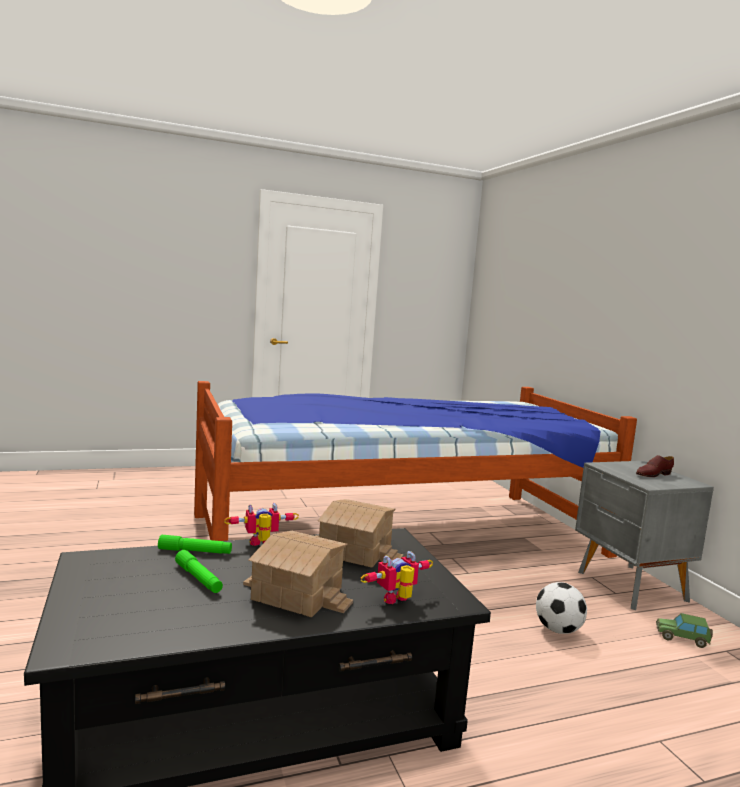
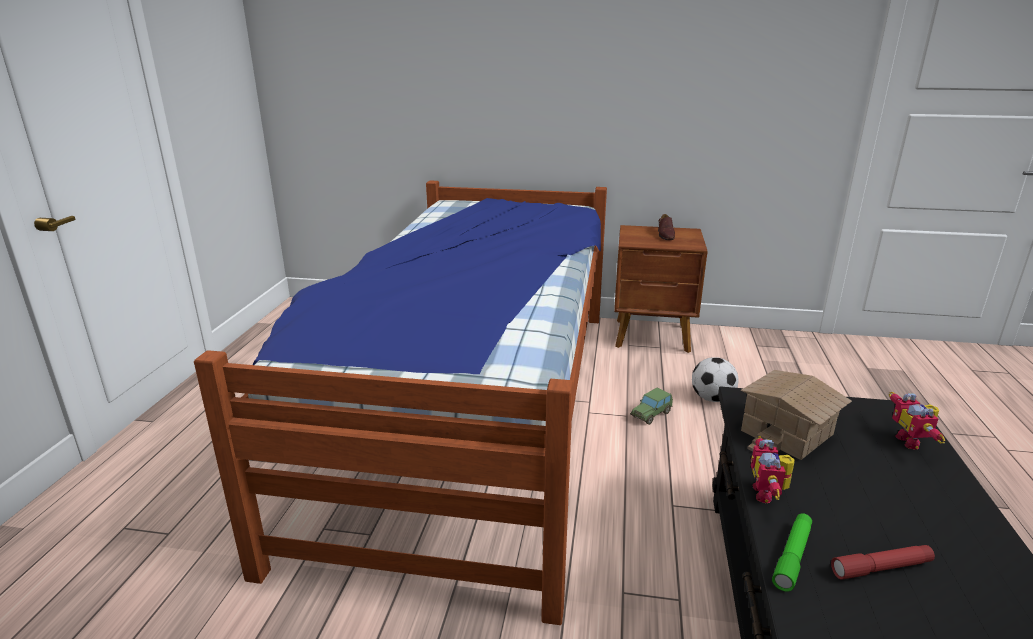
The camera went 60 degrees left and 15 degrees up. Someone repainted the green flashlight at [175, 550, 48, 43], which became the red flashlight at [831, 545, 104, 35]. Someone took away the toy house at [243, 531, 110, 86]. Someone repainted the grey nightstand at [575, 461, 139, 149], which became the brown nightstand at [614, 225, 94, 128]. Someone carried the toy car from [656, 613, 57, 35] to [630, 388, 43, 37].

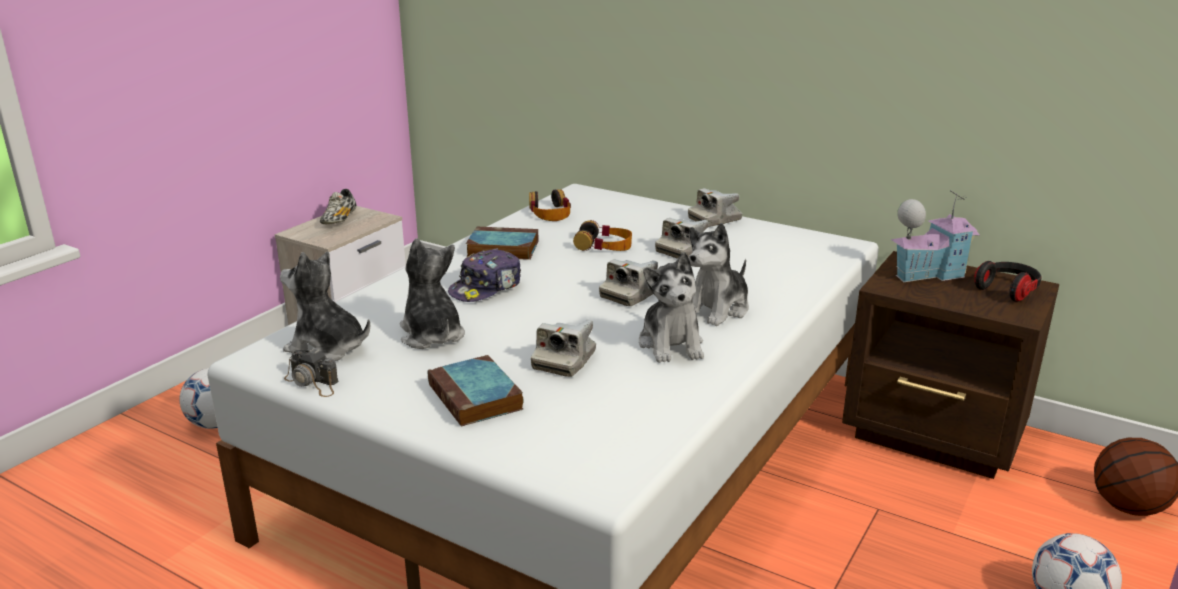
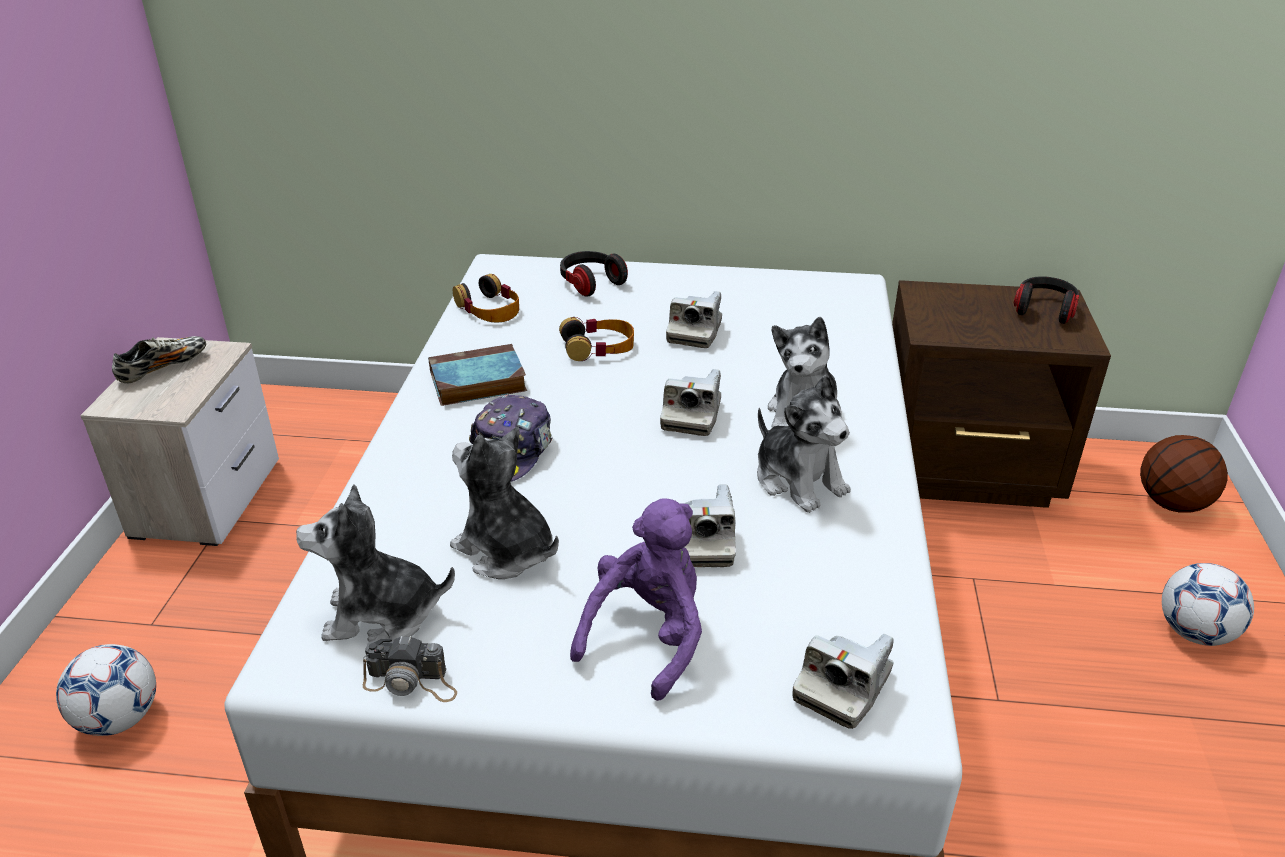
The camera went 25 degrees left and 10 degrees up. Someone rotated the shoe at [320, 189, 37, 35] by 120 degrees counterclockwise. Someone swapped the book at [428, 355, 96, 71] for the purple plush toy at [570, 498, 132, 203]. Someone carried the photo camera from [688, 188, 55, 39] to [792, 634, 102, 95]. Someone took away the toy house at [890, 190, 90, 92]. Someone put down the headphones at [560, 251, 68, 46].

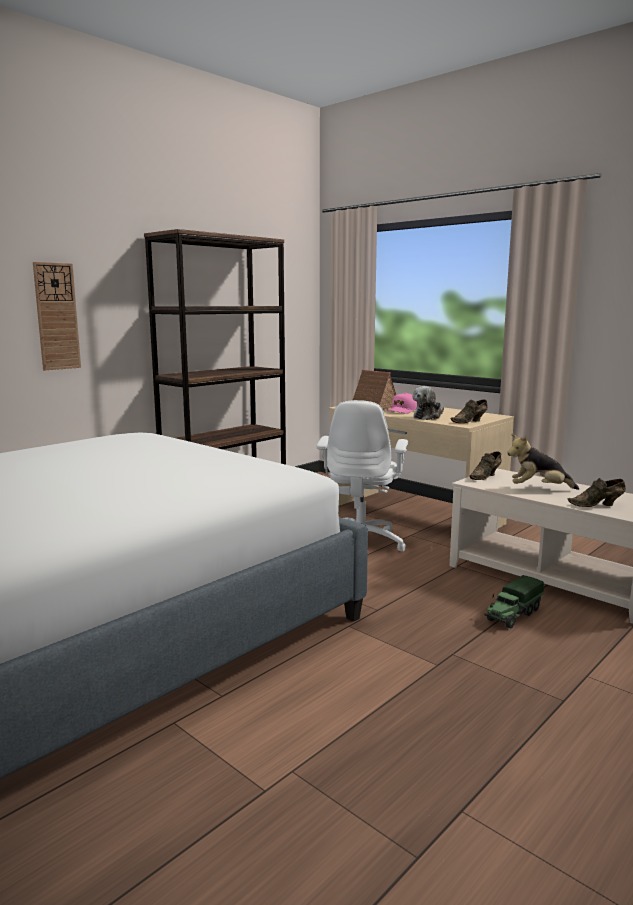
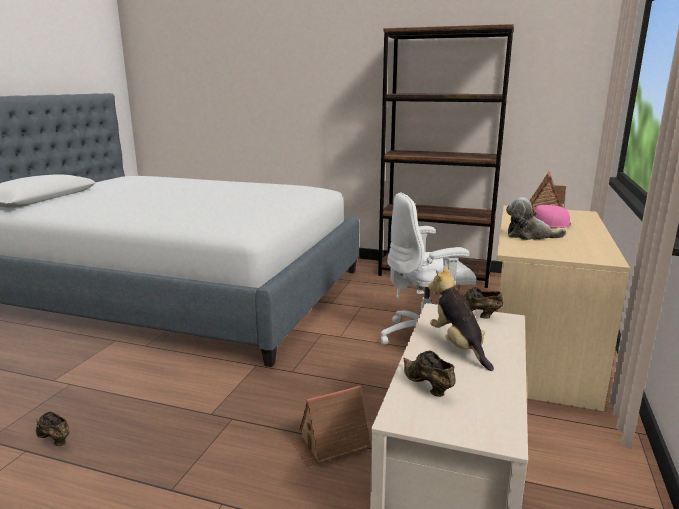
The camera went 65 degrees right and 5 degrees up. Someone took away the wall clock at [33, 262, 48, 108]. Someone carried the brown shoe from [451, 399, 37, 24] to [36, 412, 34, 34]. Someone swapped the toy truck at [485, 575, 59, 53] for the toy house at [291, 385, 80, 82].

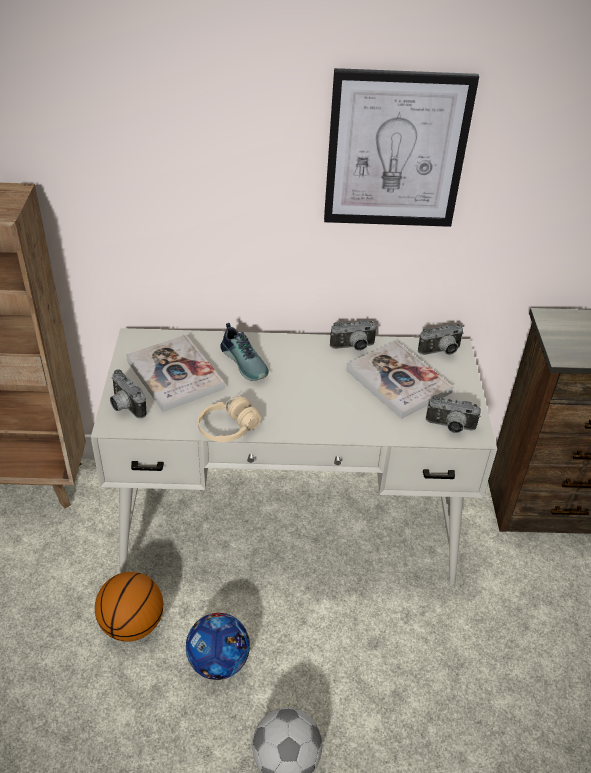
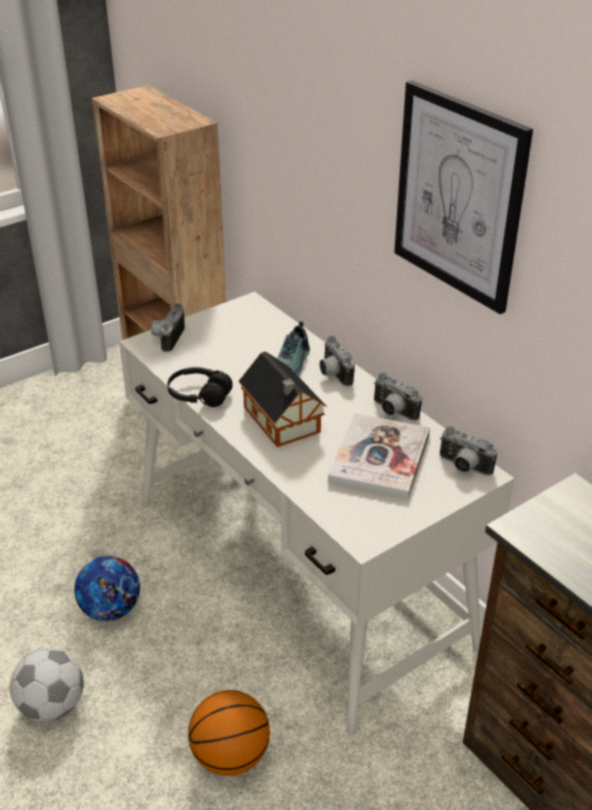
The camera went 55 degrees right and 5 degrees down. Someone carried the basketball from [95, 572, 68, 70] to [188, 690, 82, 86]. Someone took away the book at [126, 335, 99, 77]. Someone repainted the beige headphones at [198, 396, 63, 46], which became the black headphones at [167, 367, 66, 40]. Someone carried the photo camera from [426, 395, 55, 38] to [320, 336, 35, 50]. Someone put down the toy house at [239, 351, 88, 96].

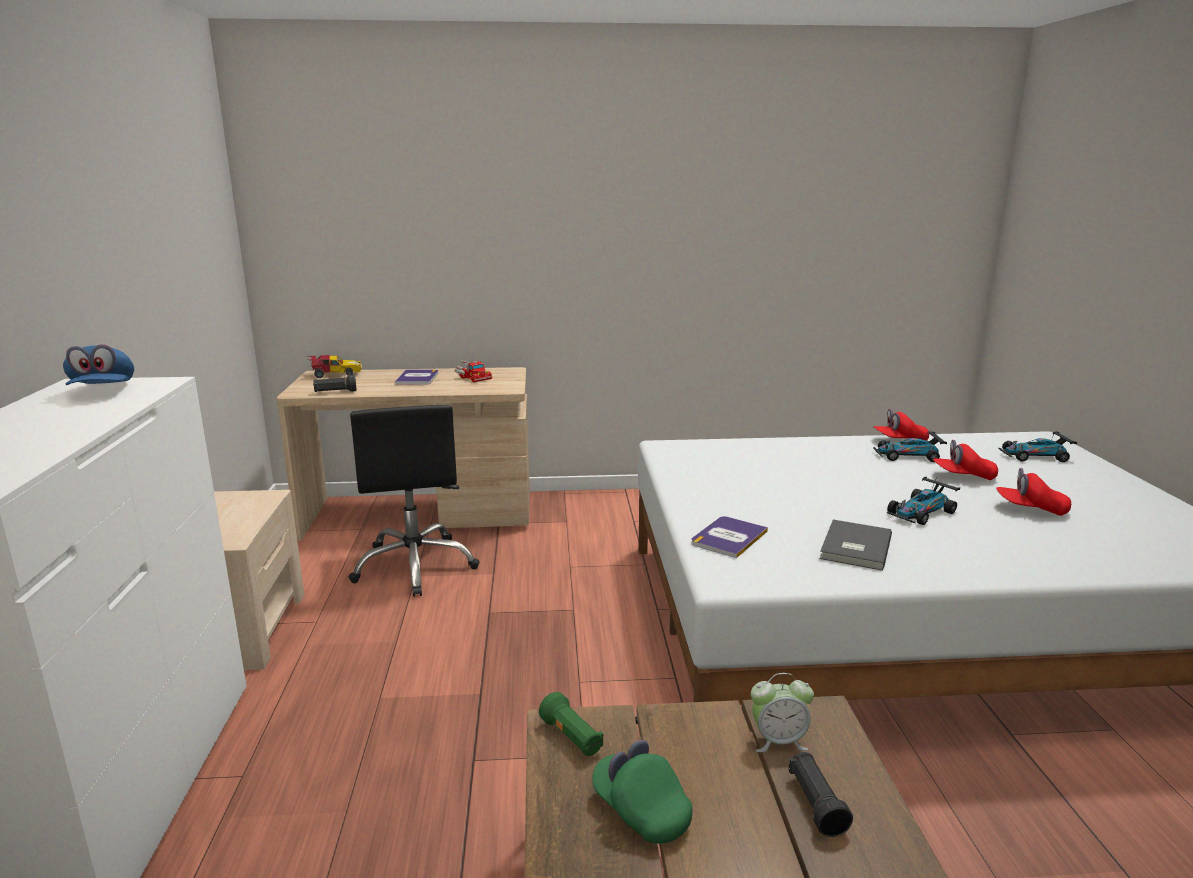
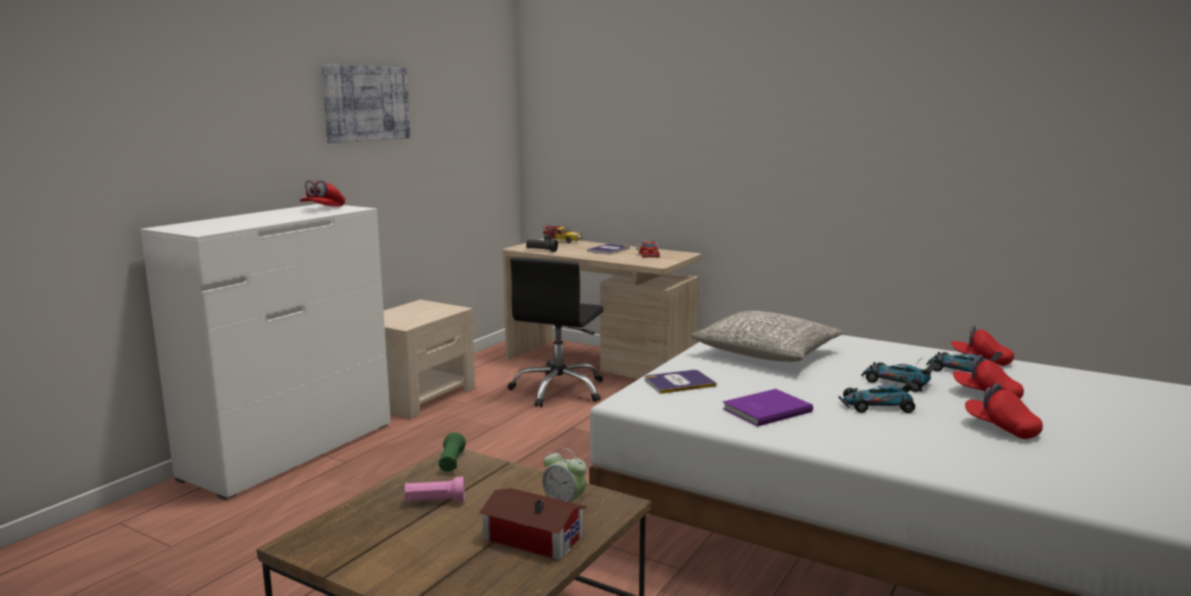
The camera went 35 degrees right and 5 degrees down. Someone repainted the blue cap at [63, 344, 71, 41], which became the red cap at [300, 180, 45, 26]. Someone swapped the green cap at [592, 740, 100, 104] for the pink flashlight at [404, 477, 61, 25]. Someone swapped the black flashlight at [788, 752, 65, 85] for the toy house at [479, 488, 108, 72]. Someone repainted the grey book at [820, 519, 72, 52], which became the purple book at [722, 389, 91, 37]. Someone carried the toy car from [998, 431, 79, 31] to [861, 358, 77, 34]. Someone put up the picture at [321, 64, 89, 79]. Someone put down the grey pillow at [692, 311, 152, 51].

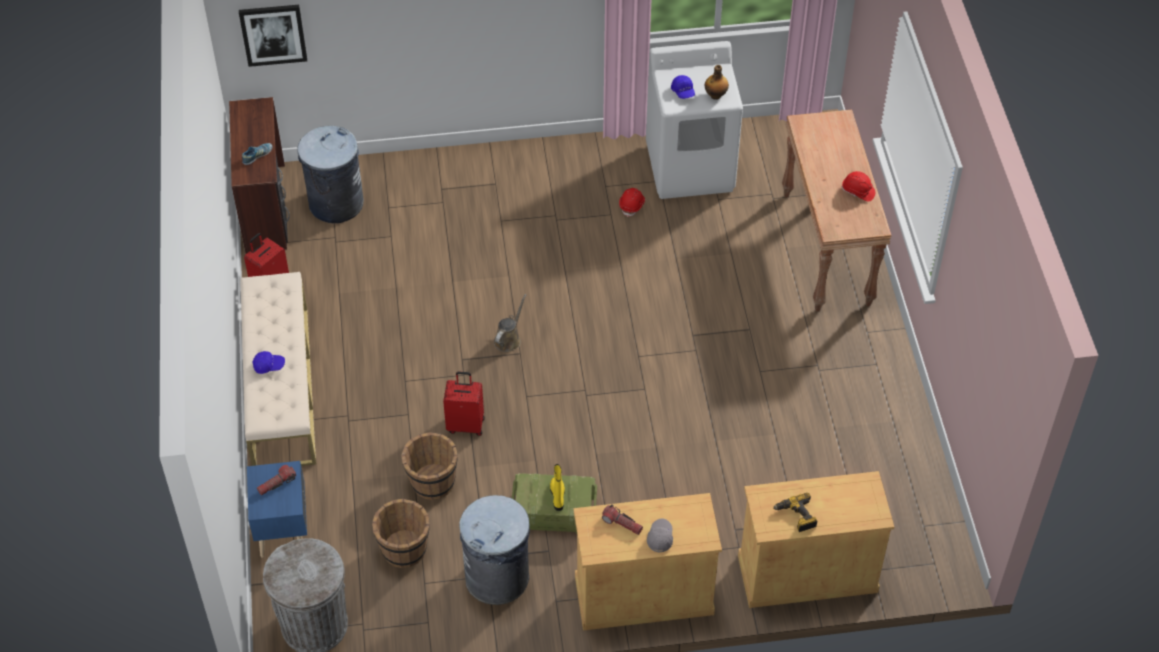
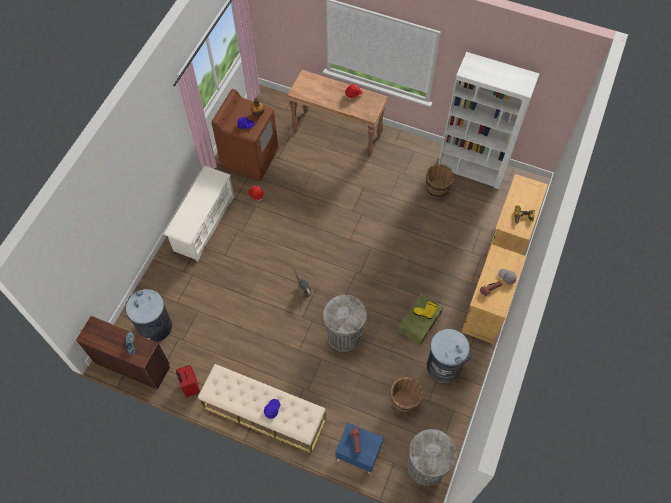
The camera went 60 degrees left and 10 degrees up. Someone took away the picture at [239, 5, 68, 62]. Someone carried the brown bucket from [401, 432, 57, 68] to [426, 164, 28, 34]. Someone swapped the red suitcase at [443, 371, 42, 65] for the grey trash can at [323, 295, 44, 57]. Someone repainted the white washing machine at [646, 41, 97, 158], which became the brown washing machine at [212, 89, 66, 92]. Someone put down the white shoe rack at [164, 166, 70, 96]. Someone put down the white bookcase at [438, 52, 101, 137].

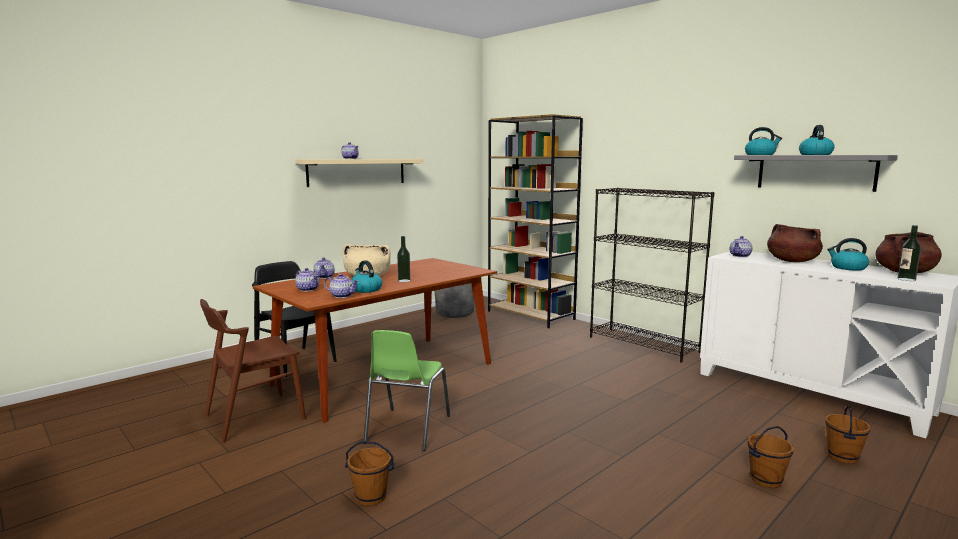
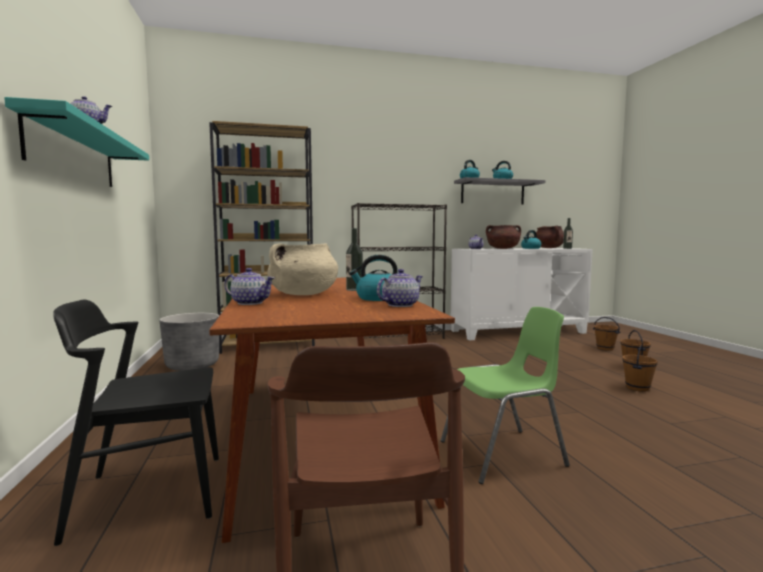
The camera went 60 degrees left and 5 degrees down. Someone took away the teapot at [295, 268, 24, 24]. Someone repainted the beige shelf at [296, 159, 127, 28], which became the turquoise shelf at [4, 97, 145, 90]. Someone carried the brown bucket from [345, 441, 50, 65] to [622, 345, 36, 47]. Someone rotated the green chair at [364, 330, 86, 121] by 60 degrees counterclockwise.

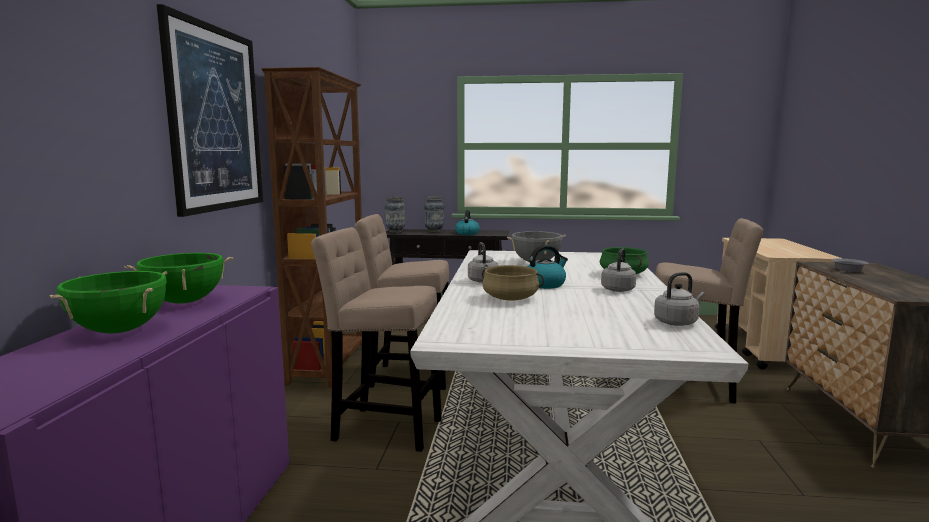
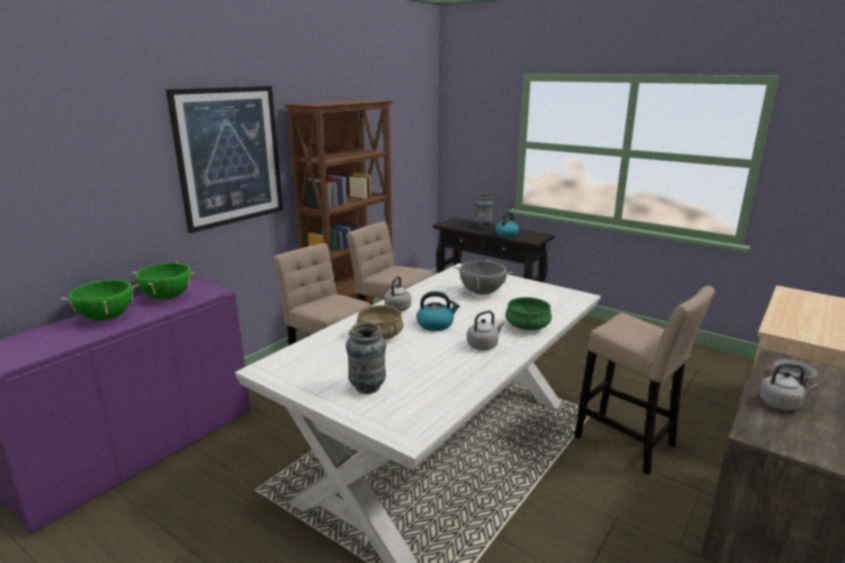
The camera went 30 degrees right and 10 degrees up. Someone carried the vase from [385, 197, 20, 36] to [346, 322, 40, 72]. Someone carried the grey kettle from [654, 272, 51, 54] to [759, 363, 60, 48].

